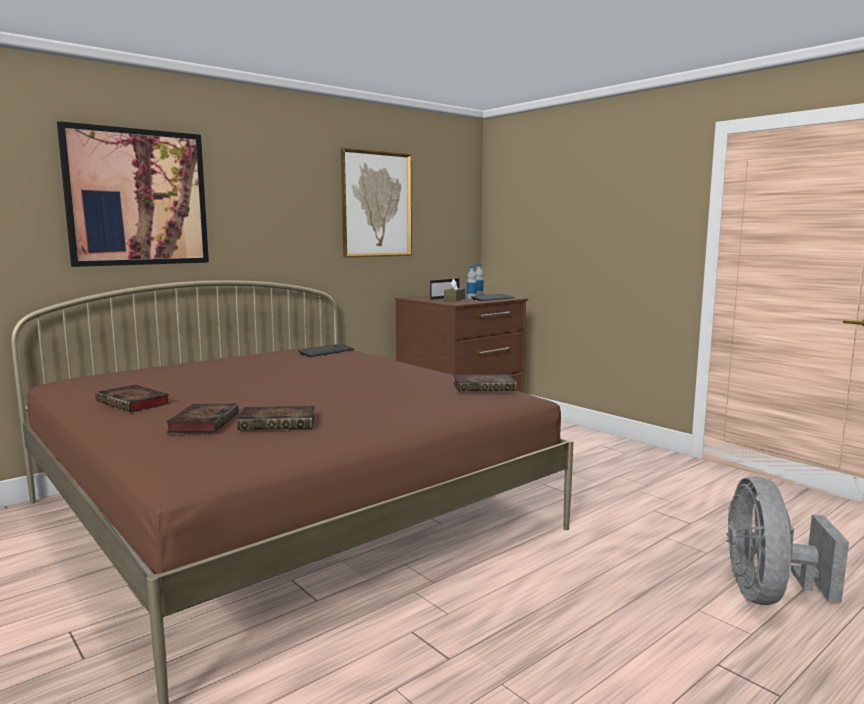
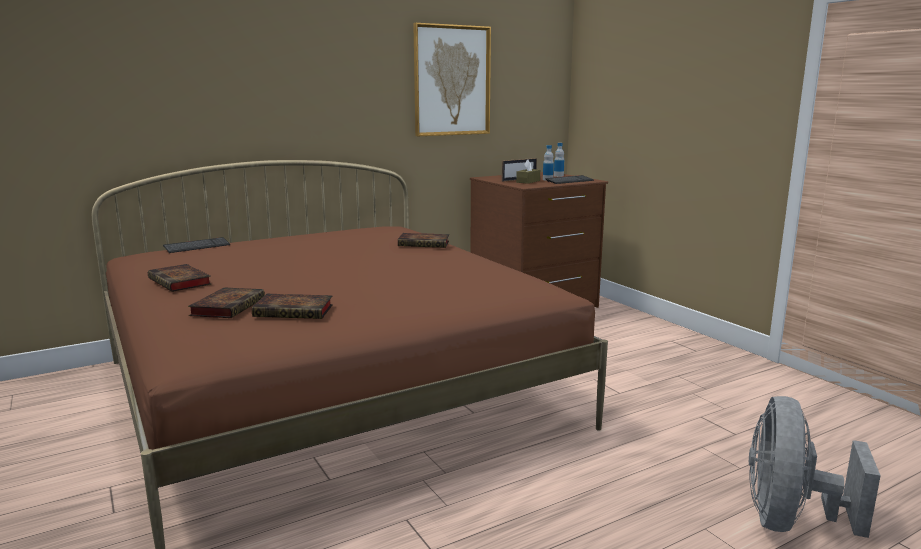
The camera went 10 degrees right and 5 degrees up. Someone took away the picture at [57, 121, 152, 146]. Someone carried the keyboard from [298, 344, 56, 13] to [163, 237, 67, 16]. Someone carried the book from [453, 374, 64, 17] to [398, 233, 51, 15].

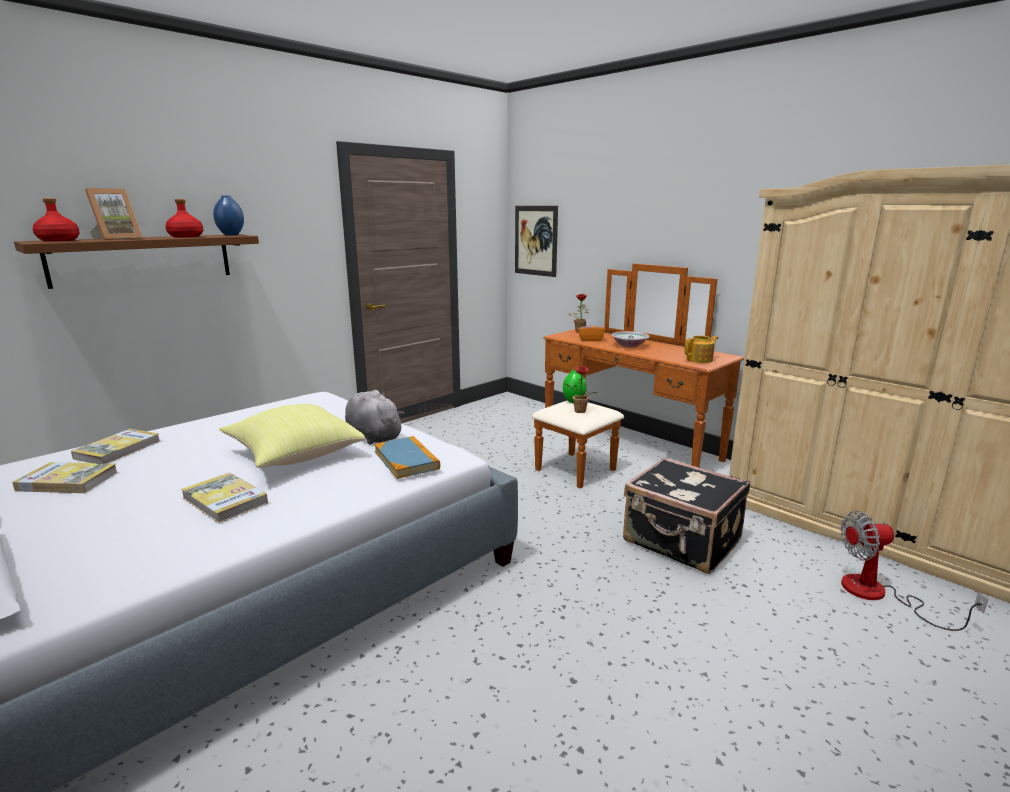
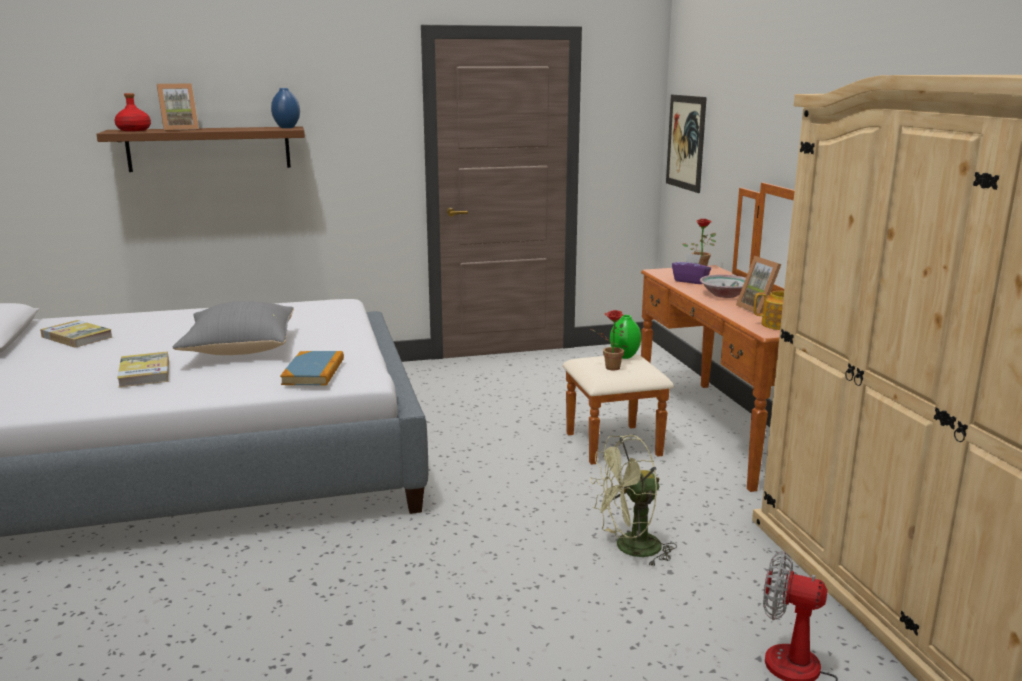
The camera went 30 degrees right and 0 degrees up. Someone took away the book at [71, 429, 89, 35]. Someone took away the red bottle at [165, 199, 38, 38]. Someone repainted the yellow pillow at [219, 404, 146, 64], which became the grey pillow at [173, 301, 121, 54]. Someone took away the grey plush toy at [345, 390, 59, 55]. Someone repainted the orange tissue box at [578, 320, 27, 21], which became the purple tissue box at [672, 253, 39, 31]. Someone swapped the black suitcase at [623, 457, 127, 117] for the green fan at [590, 435, 87, 131]. Someone put down the picture frame at [736, 256, 45, 57].

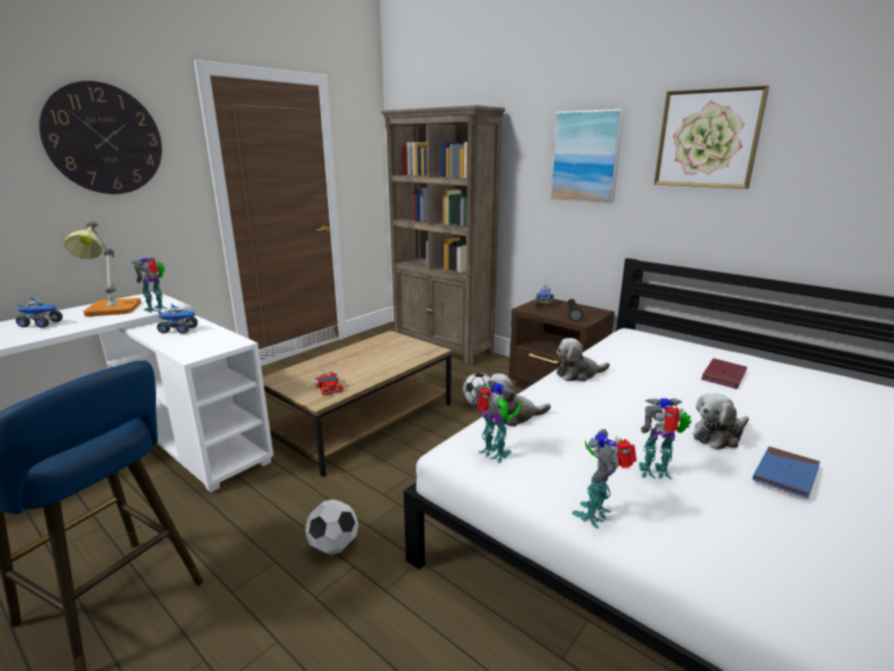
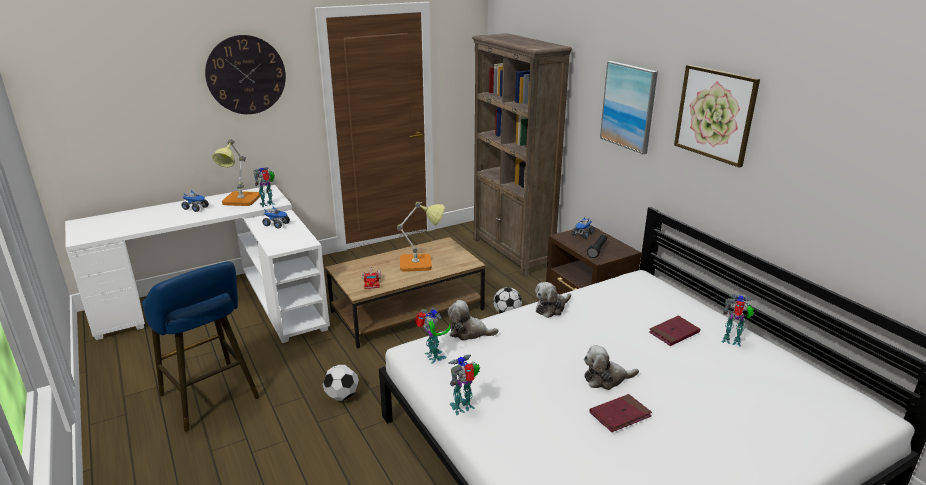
The camera went 20 degrees right and 5 degrees up. Someone rotated the plush toy at [556, 338, 54, 44] by 45 degrees counterclockwise. Someone carried the toy robot from [639, 397, 53, 82] to [722, 294, 32, 53]. Someone repainted the blue book at [753, 446, 67, 53], which became the red book at [589, 394, 63, 38]. Someone put down the table lamp at [397, 202, 48, 70].

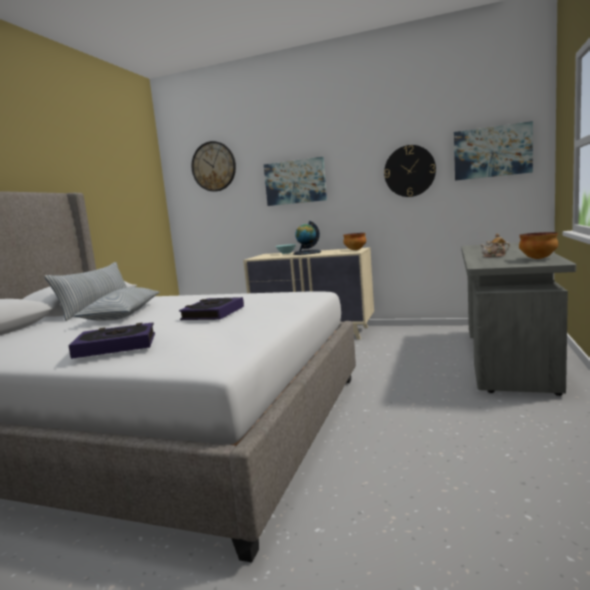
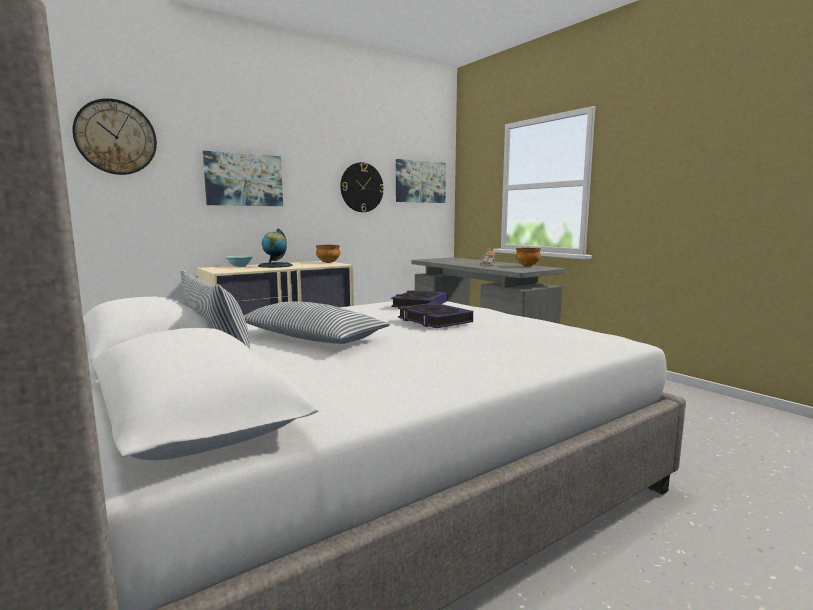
The camera went 55 degrees left and 0 degrees up. Someone carried the book from [69, 322, 86, 37] to [391, 290, 57, 17].

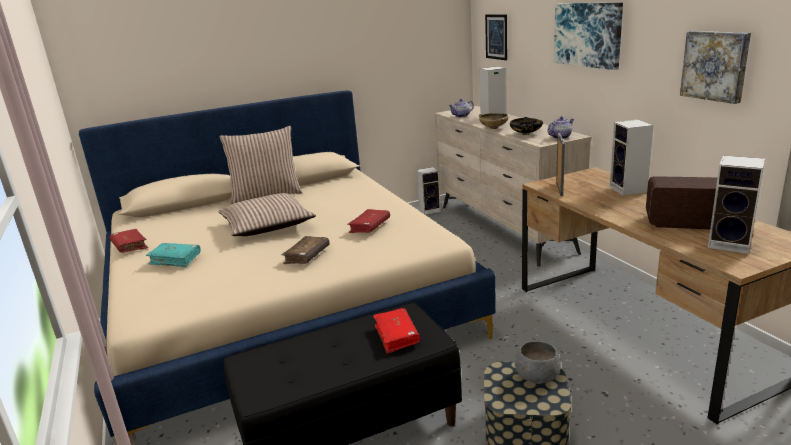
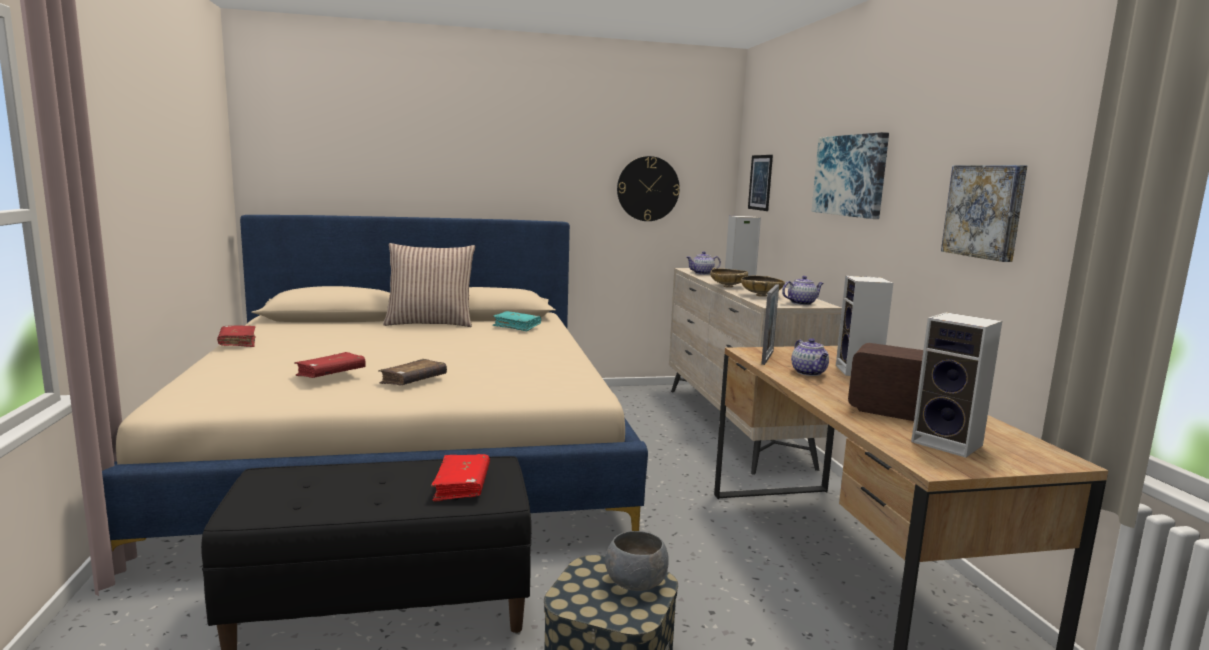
The camera went 10 degrees right and 10 degrees down. Someone carried the turquoise book from [146, 243, 55, 24] to [493, 311, 48, 20]. Someone took away the pillow at [218, 193, 98, 43]. Someone carried the red book from [347, 209, 43, 24] to [294, 352, 72, 26]. Someone took away the speaker at [417, 167, 24, 48]. Someone repainted the black bowl at [510, 117, 33, 18], which became the beige bowl at [741, 276, 44, 21]. Someone put up the wall clock at [617, 156, 63, 65]. Someone put down the teapot at [791, 338, 38, 38].

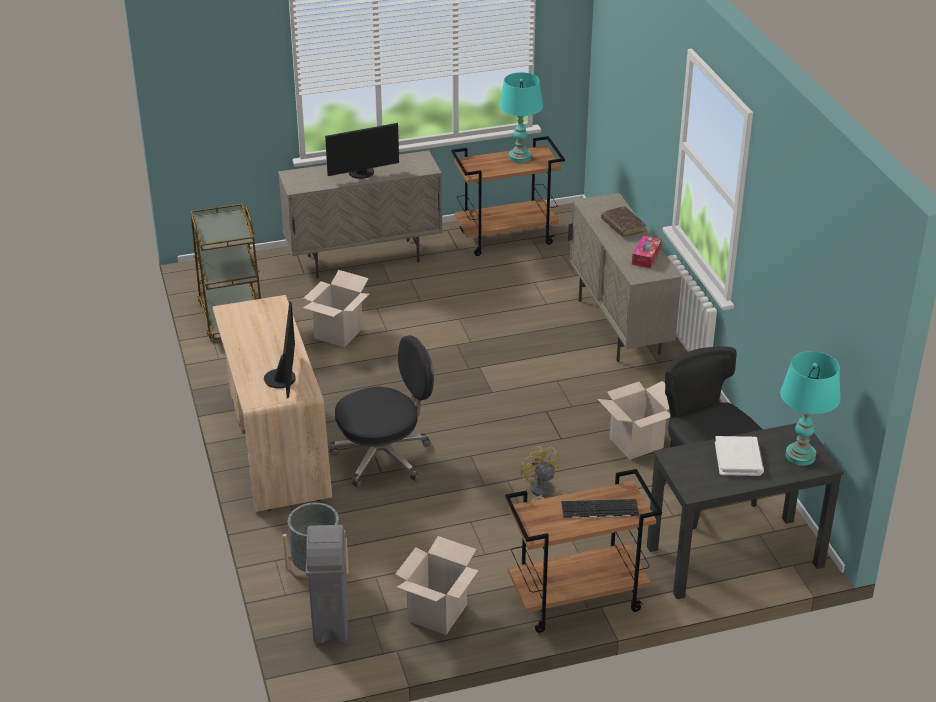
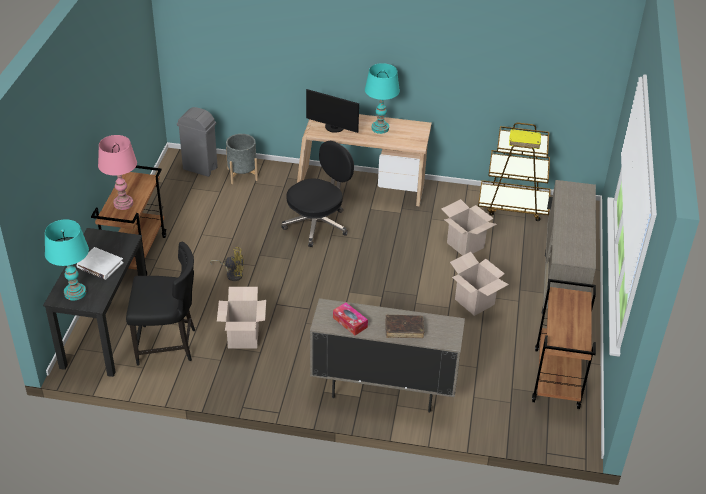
The camera went 115 degrees right and 5 degrees up. Someone took away the monitor at [325, 123, 74, 56]. Someone rotated the black office chair at [329, 335, 105, 153] by 135 degrees counterclockwise. Someone carried the cardboard box from [395, 536, 84, 99] to [450, 252, 59, 64]. Someone carried the turquoise table lamp from [499, 72, 44, 91] to [365, 63, 35, 71]. Someone swapped the keyboard at [561, 499, 78, 19] for the pink table lamp at [98, 135, 39, 75]. Someone put down the yellow book at [509, 129, 32, 20].

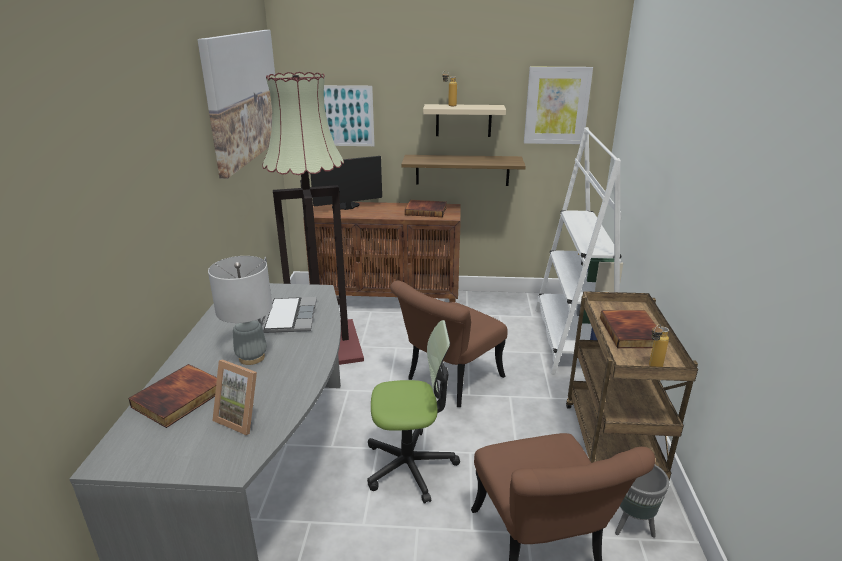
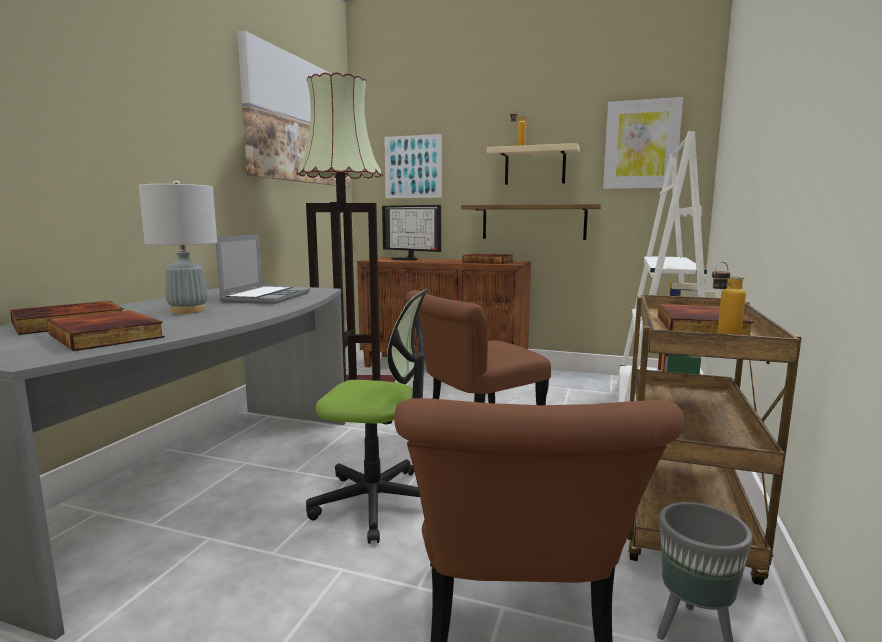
The camera went 15 degrees right and 15 degrees down. Someone swapped the picture frame at [212, 360, 45, 75] for the book at [47, 310, 118, 41]. Someone rotated the monitor at [311, 156, 71, 54] by 135 degrees counterclockwise.

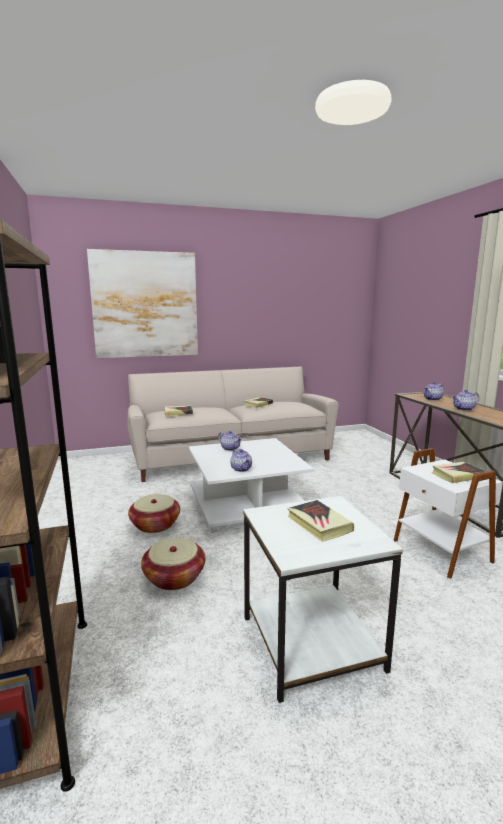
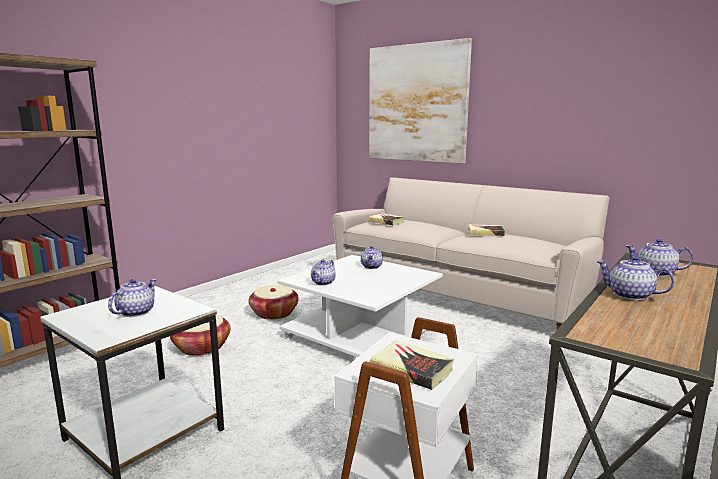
The camera went 55 degrees right and 0 degrees up. Someone swapped the book at [287, 500, 67, 42] for the teapot at [108, 279, 49, 38].

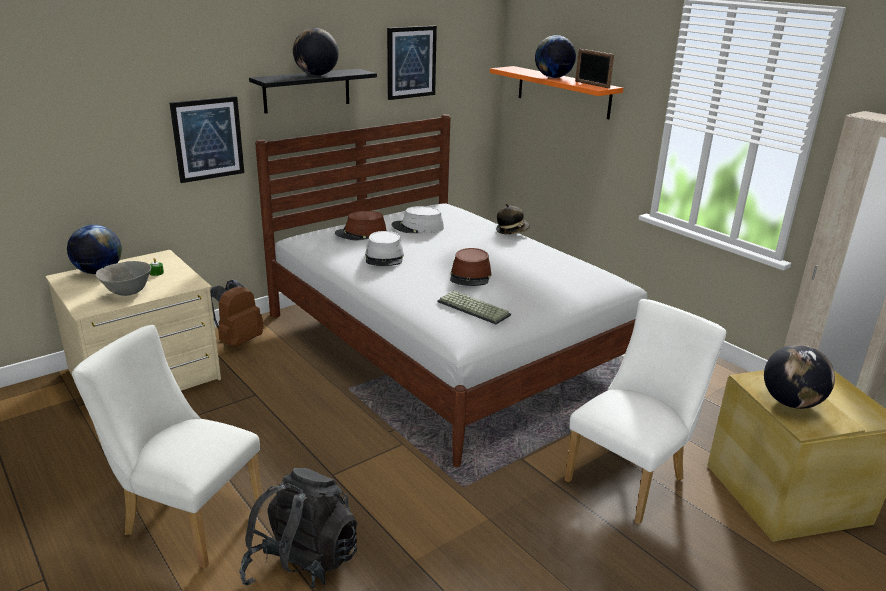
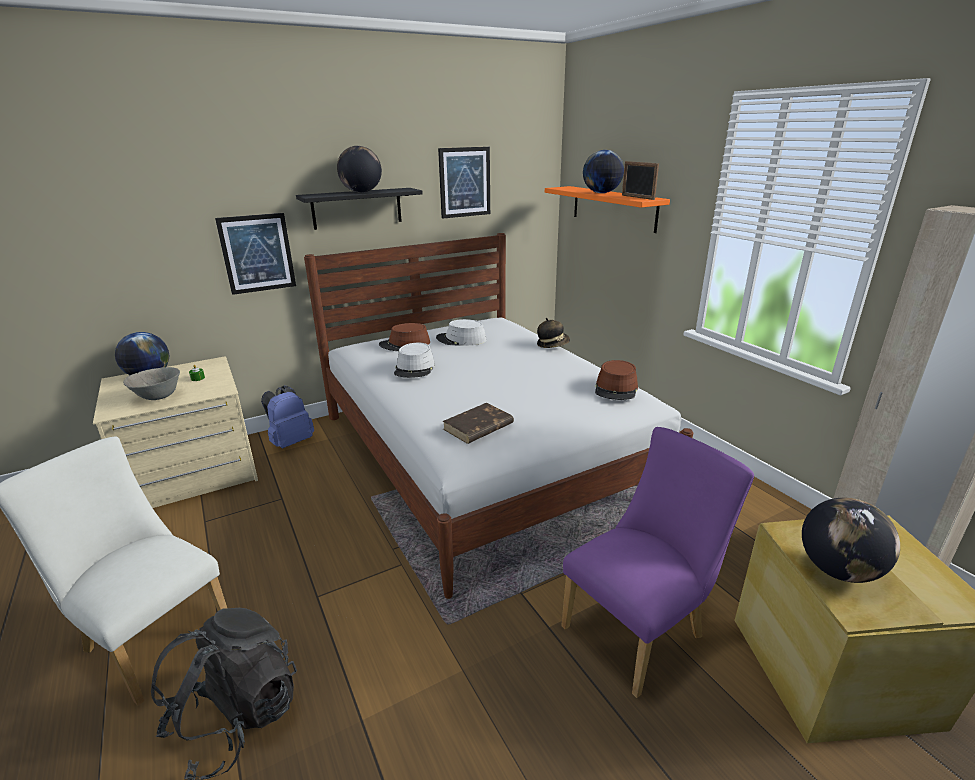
The camera went 10 degrees right and 0 degrees up. Someone repainted the brown backpack at [210, 280, 54, 67], which became the blue backpack at [261, 386, 53, 62]. Someone swapped the keyboard at [438, 291, 73, 33] for the brown book at [442, 403, 72, 41]. Someone carried the brown hat from [450, 248, 41, 38] to [595, 360, 43, 40]. Someone repainted the white chair at [565, 299, 161, 225], which became the purple chair at [561, 427, 193, 271].

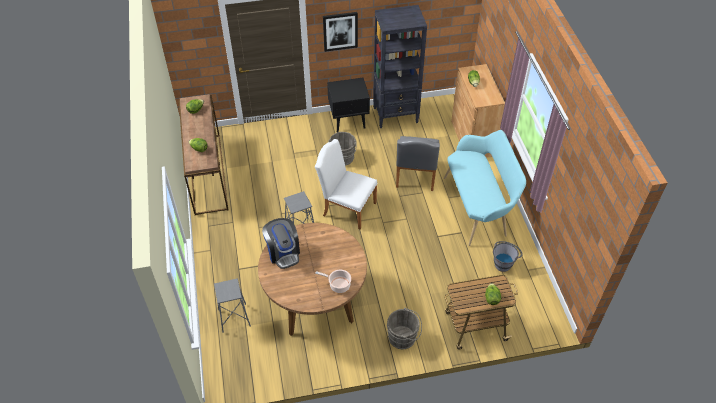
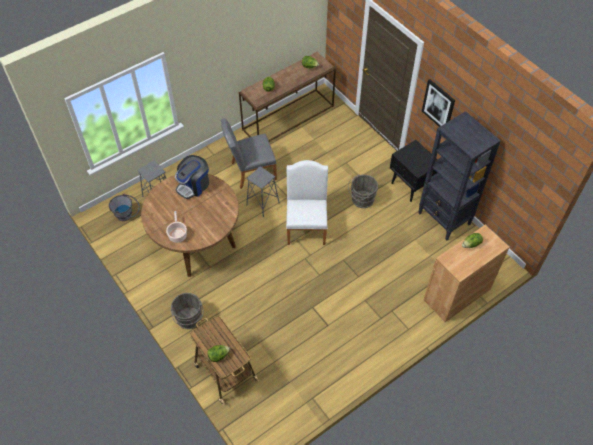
The camera went 65 degrees right and 5 degrees up. Someone carried the grey chair from [396, 136, 44, 55] to [221, 118, 56, 71]. Someone took away the turquoise bench at [444, 130, 82, 116]. Someone carried the grey bucket from [493, 241, 30, 31] to [109, 194, 31, 27].

